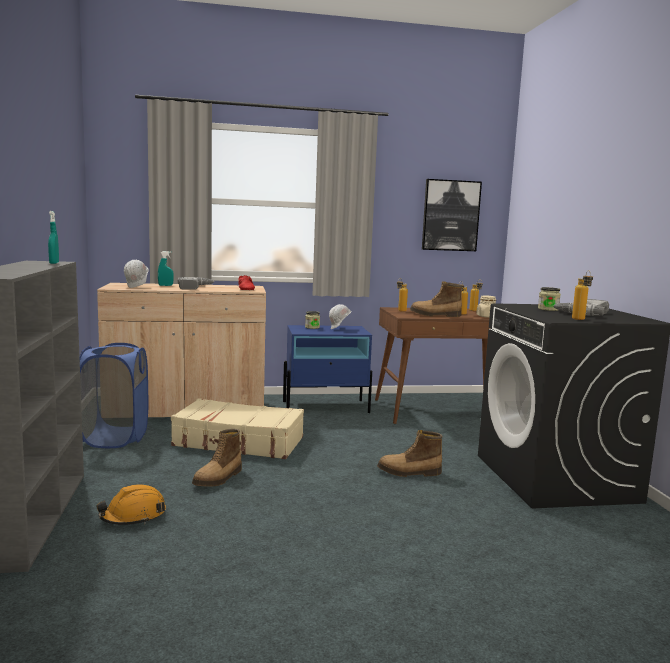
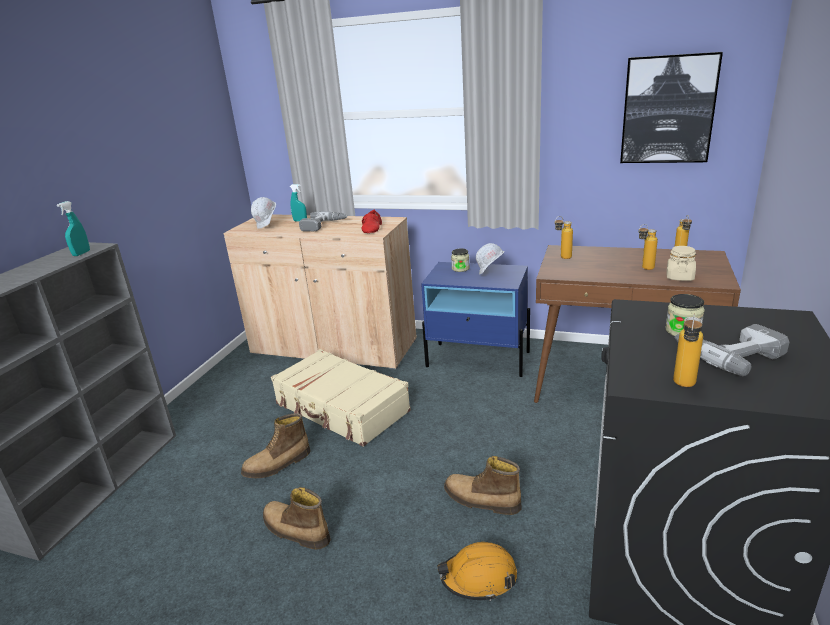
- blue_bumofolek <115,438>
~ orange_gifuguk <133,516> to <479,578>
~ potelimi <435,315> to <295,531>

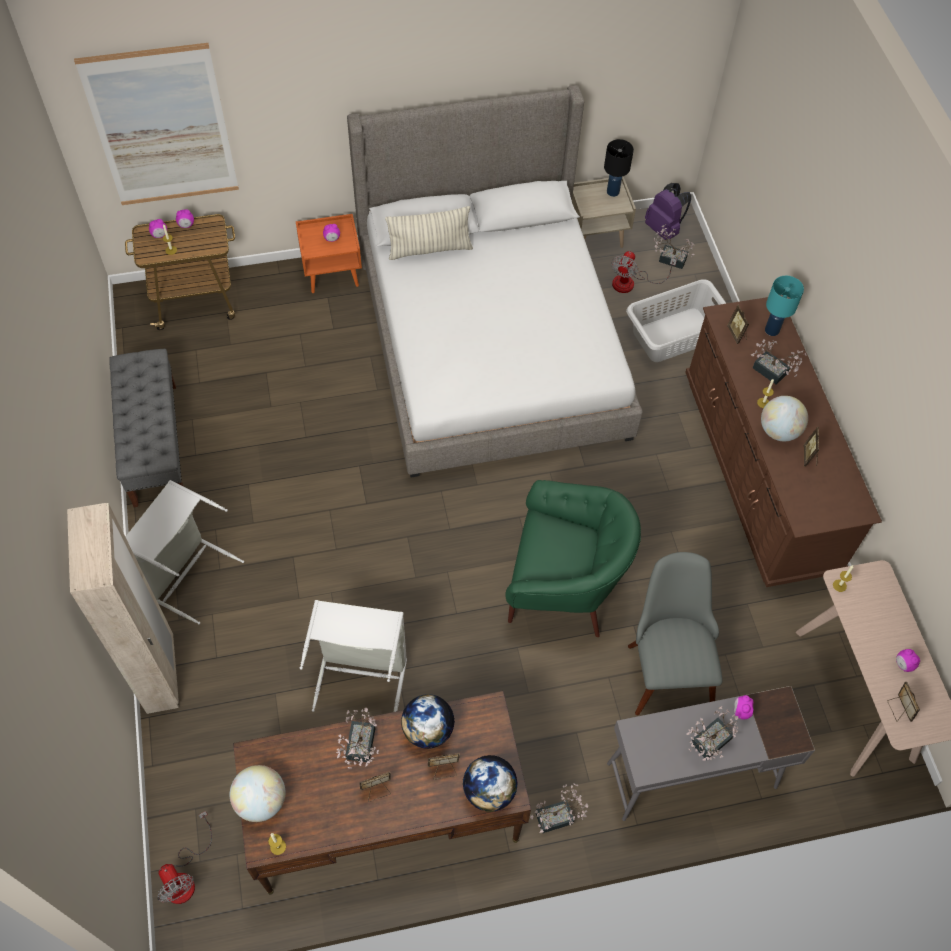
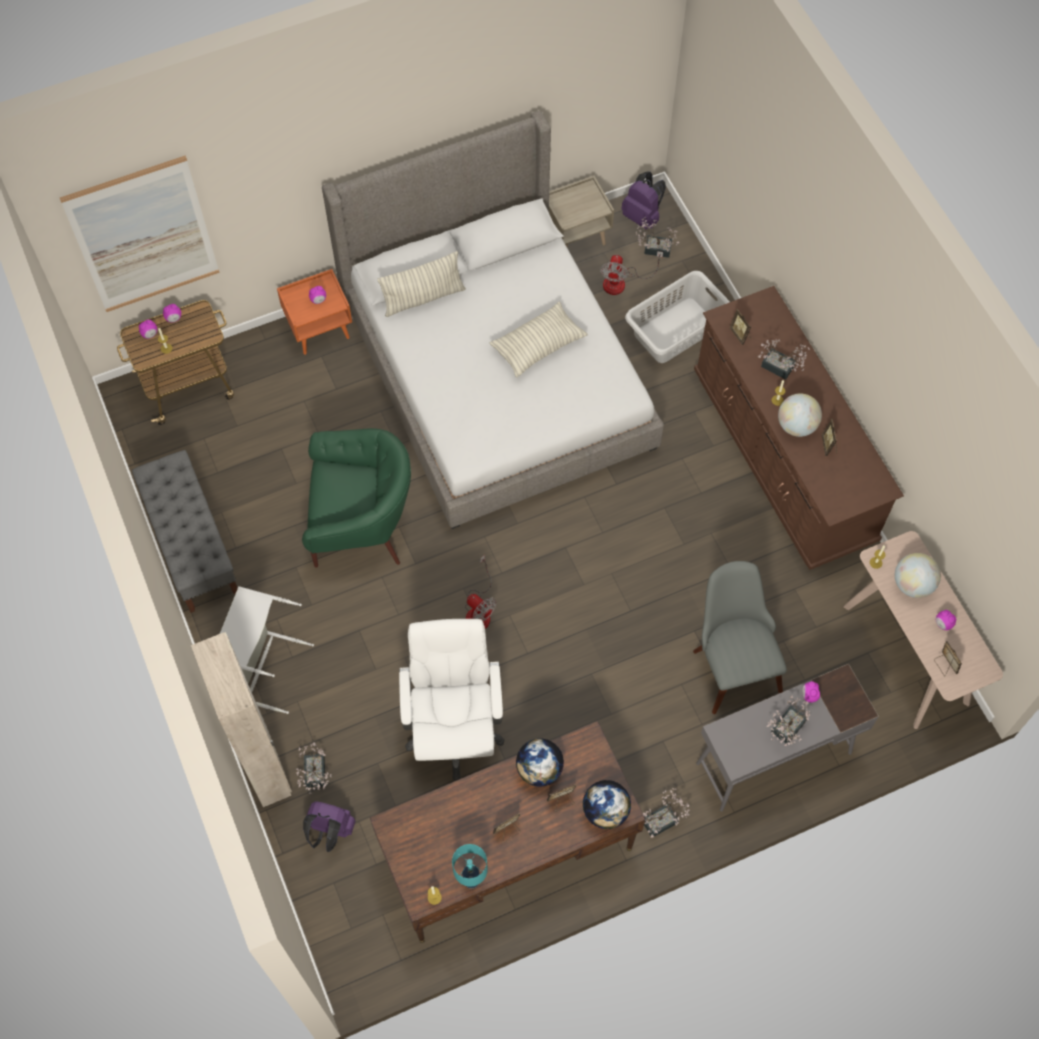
- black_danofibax <613,192>
+ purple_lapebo <330,831>
+ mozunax <538,346>
~ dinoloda <185,876> to <479,610>
~ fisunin <261,801> to <912,584>
~ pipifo <359,748> to <315,776>
~ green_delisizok <563,585> to <360,523>
~ turquoise_danofibax <771,330> to <471,880>
~ grey_bumofolek <362,674> to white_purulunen <454,729>

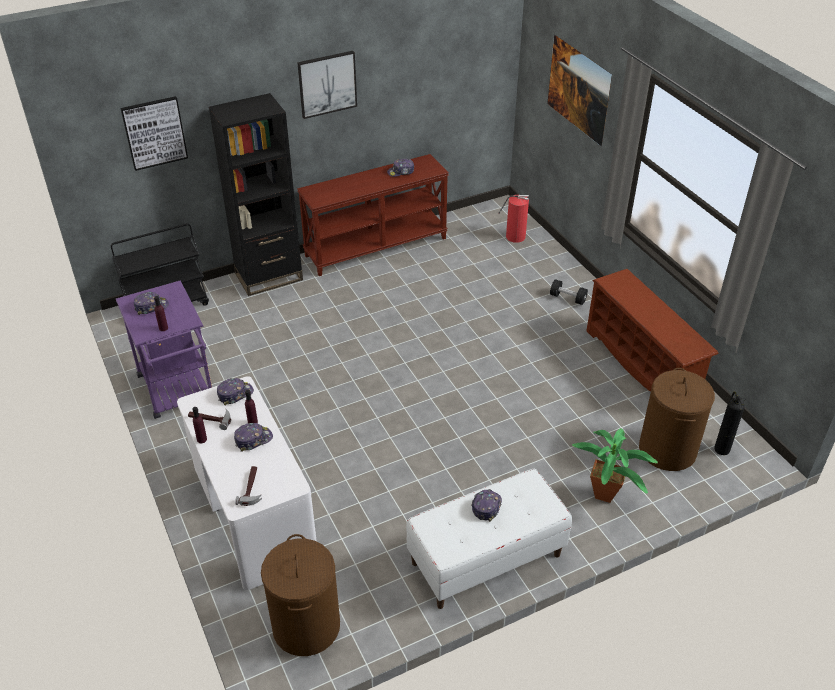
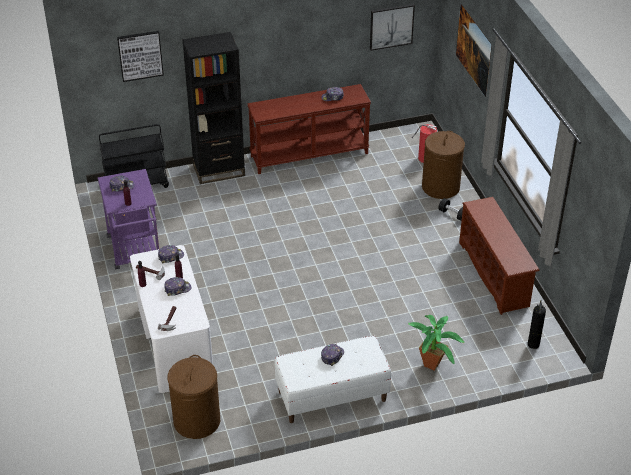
~ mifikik <327,84> to <391,26>
~ brown_bumofolek <667,450> to <440,187>

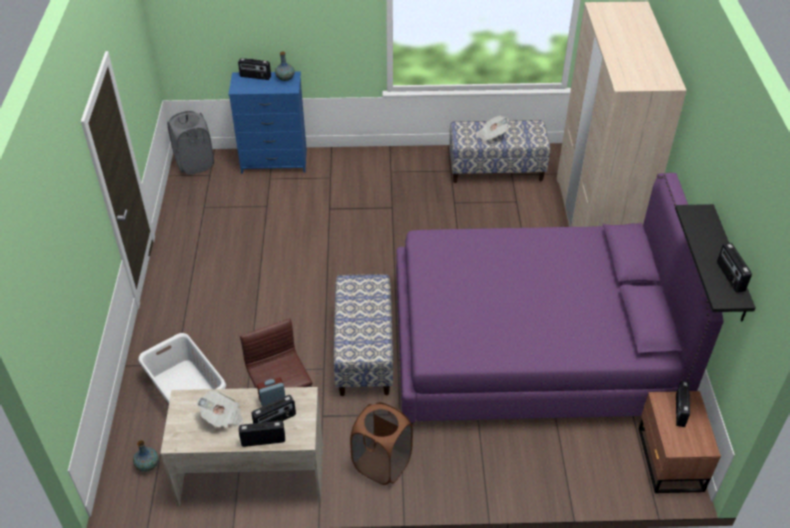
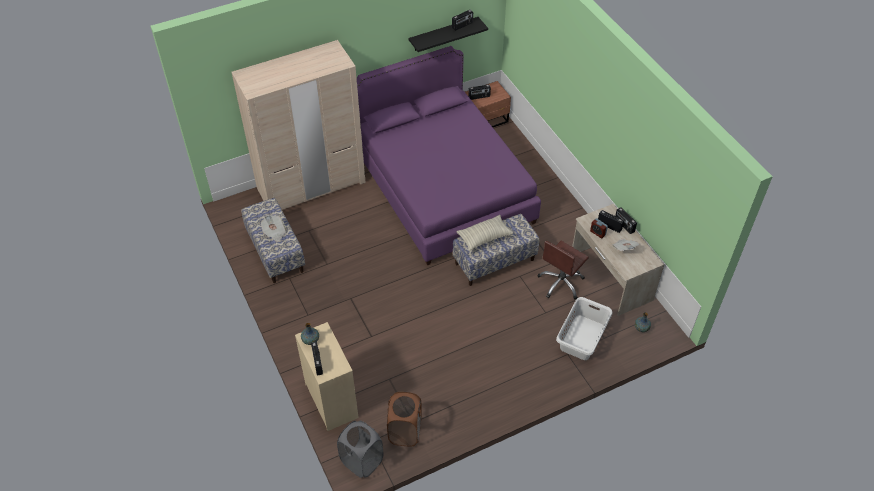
+ mozunax <484,237>
~ brown_bumofolek <381,464> to <405,432>
~ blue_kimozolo <274,162> to beige_kimozolo <332,400>

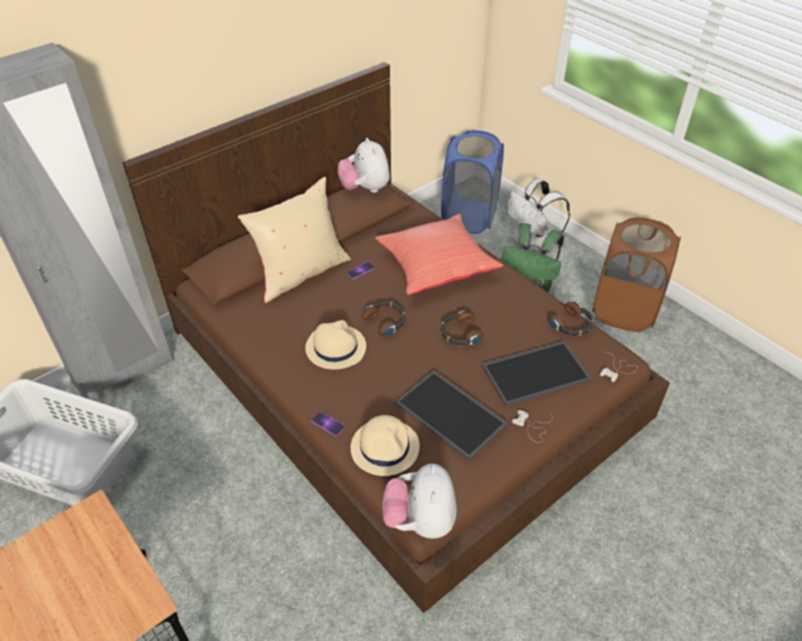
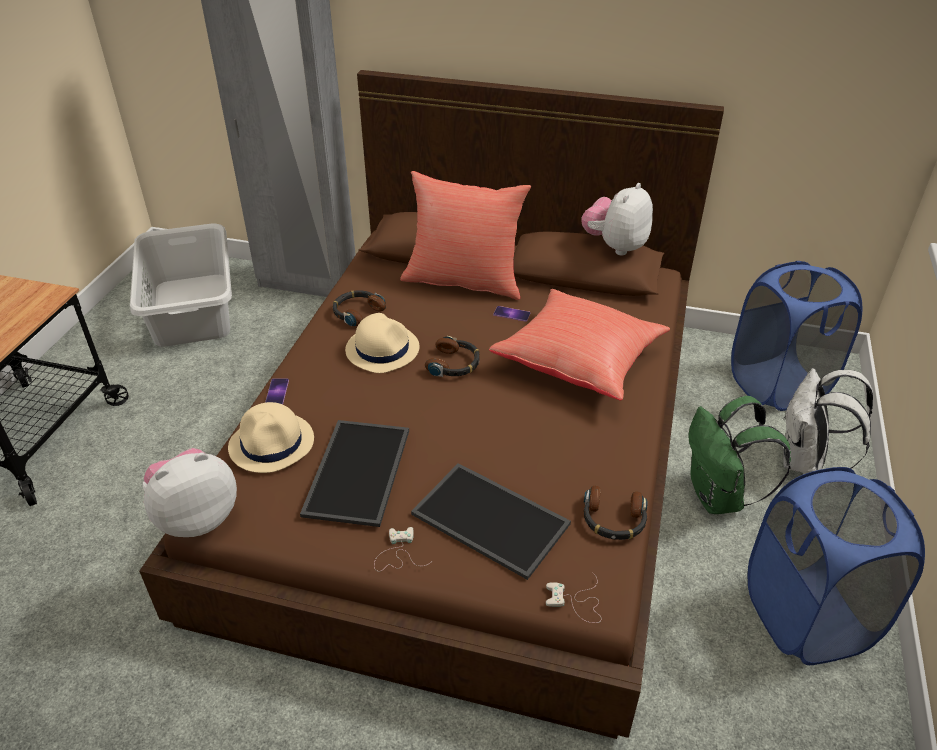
~ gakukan <459,333> to <357,312>
~ beige_mozunax <301,273> to red_mozunax <464,281>
~ brown_bumofolek <624,310> to blue_bumofolek <806,617>

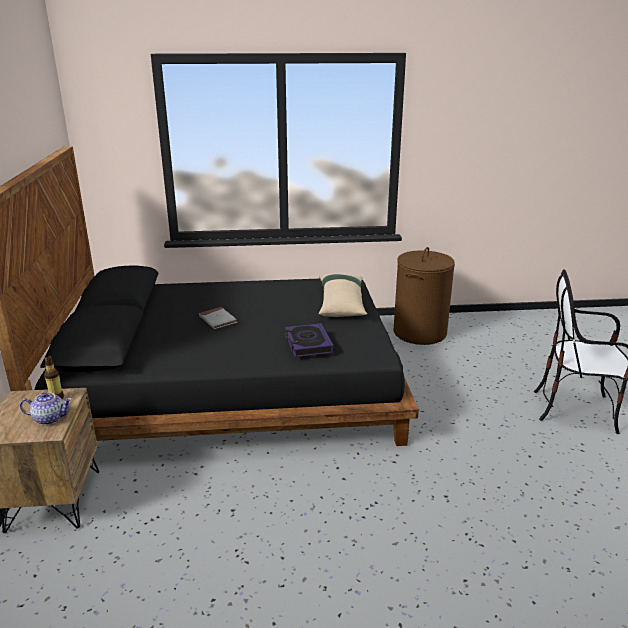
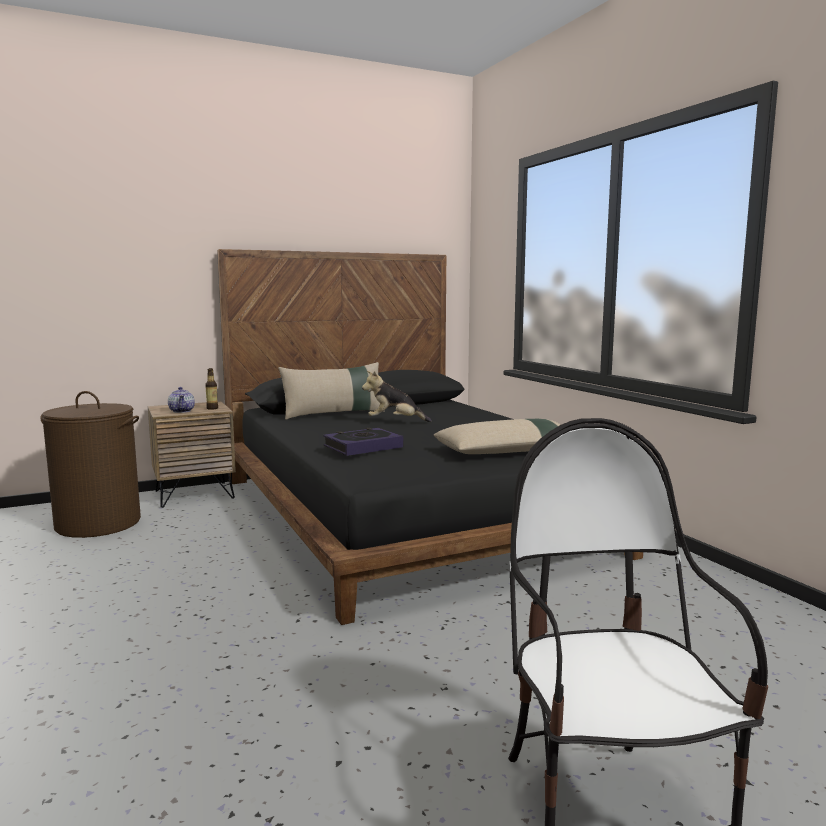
+ beige_mozunax <334,414>
~ brown_bumofolek <419,332> to <98,523>
~ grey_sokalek <217,320> to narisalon <395,421>

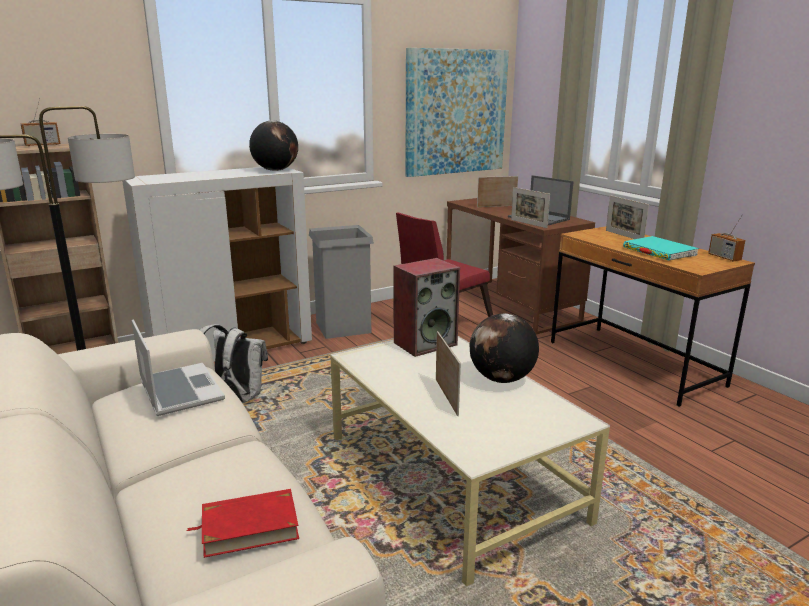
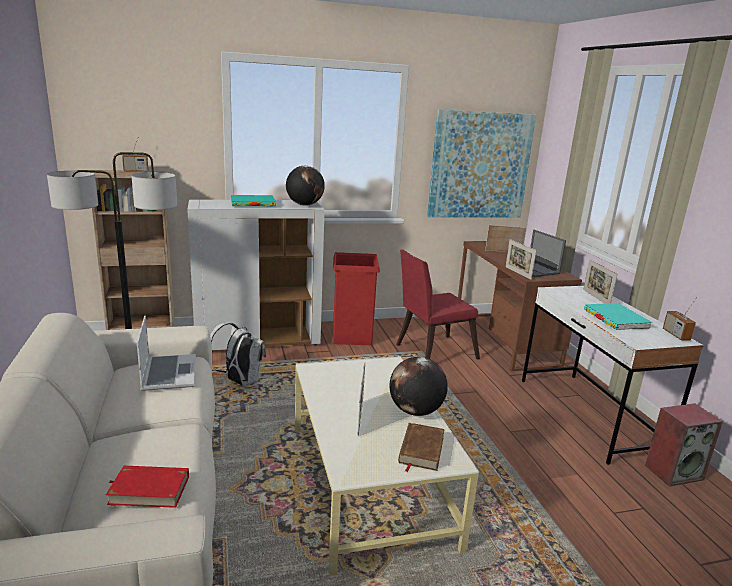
+ turquoise_sokalek <253,203>
+ brown_sokalek <421,450>
~ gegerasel <425,343> to <673,472>
~ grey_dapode <343,327> to red_dapode <352,336>
~ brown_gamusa <633,363> to white_gamusa <588,415>

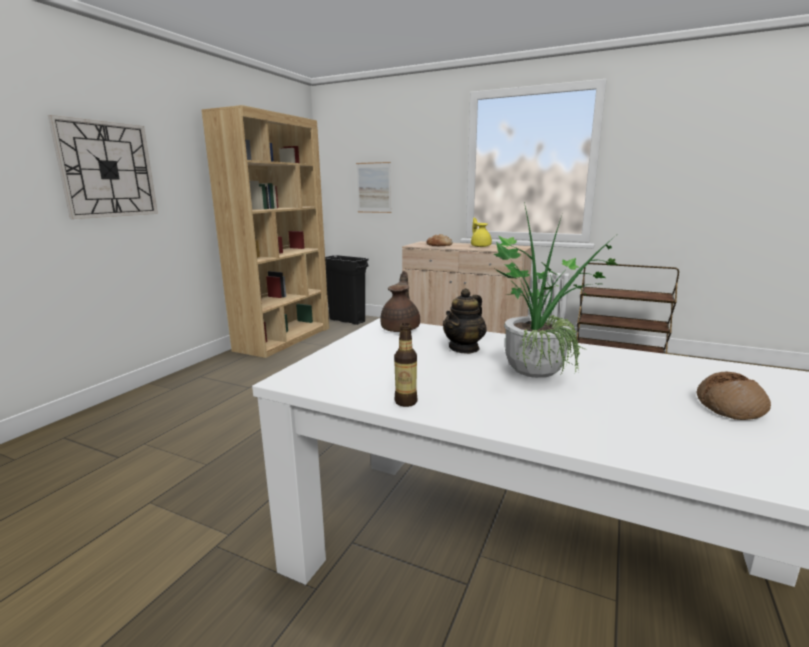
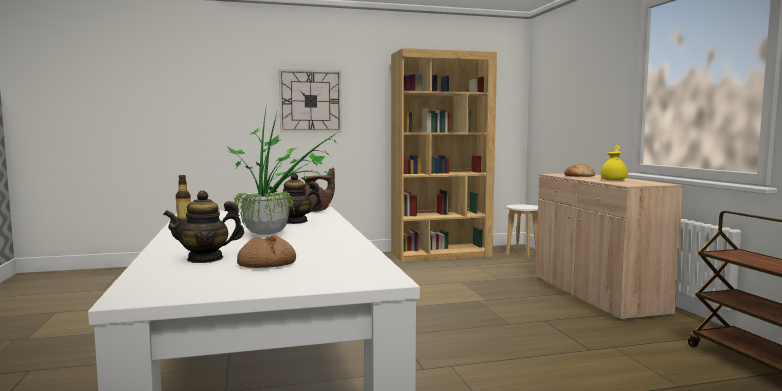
- mifikik <373,187>
+ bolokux <205,259>
~ black_dapode <347,320> to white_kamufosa <522,255>

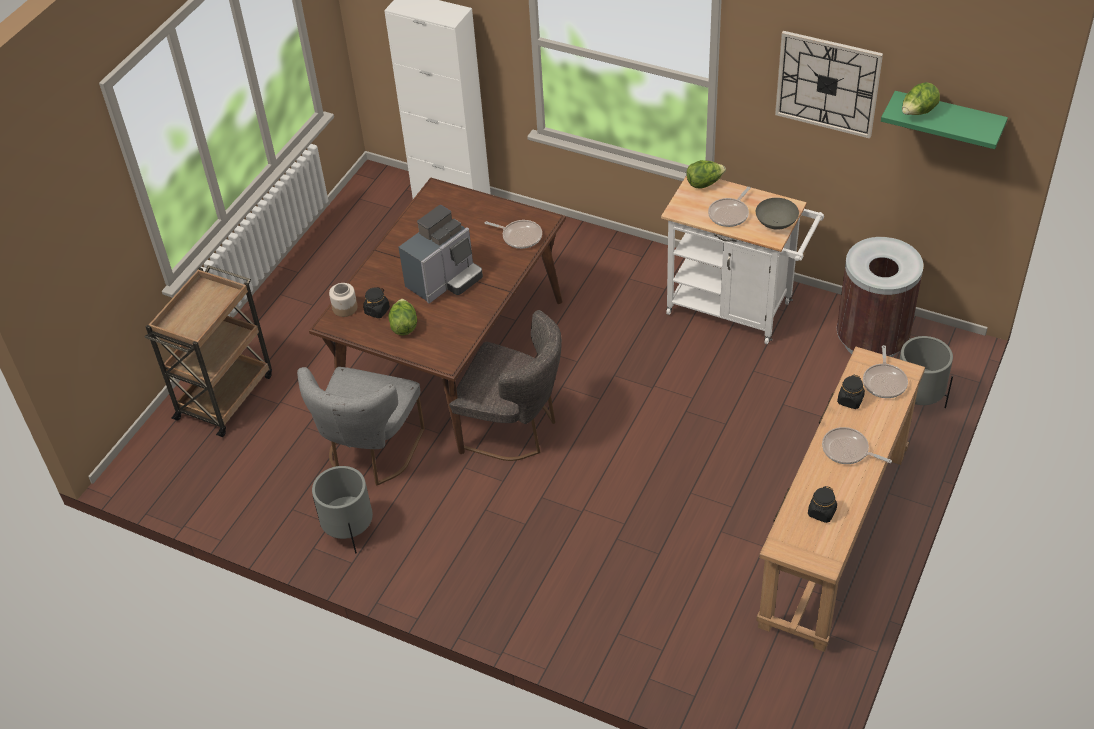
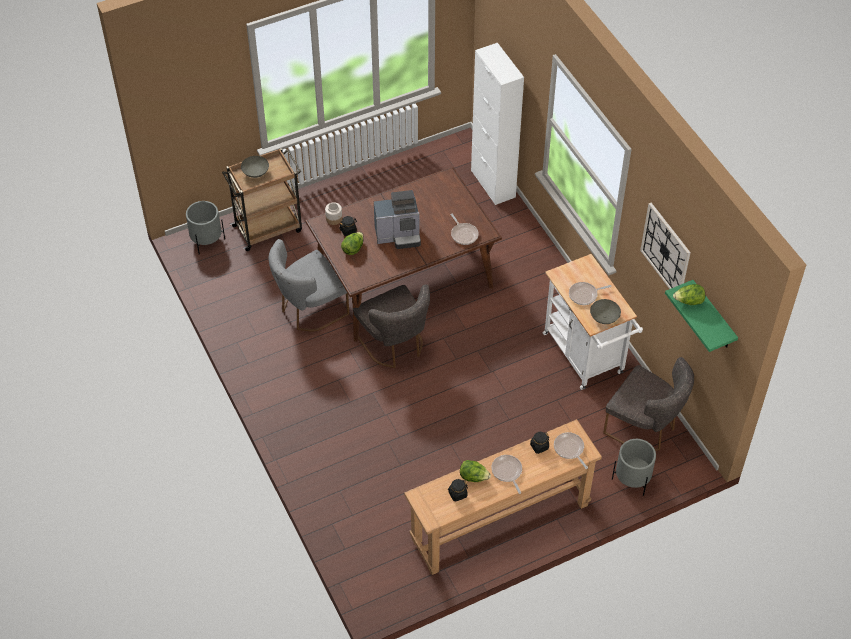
+ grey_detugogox <256,173>
~ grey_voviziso <349,530> to <206,241>
~ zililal <704,183> to <473,477>
~ brown_dapode <872,340> to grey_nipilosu <645,428>
~ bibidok <884,381> = <569,449> 105 degrees clockwise

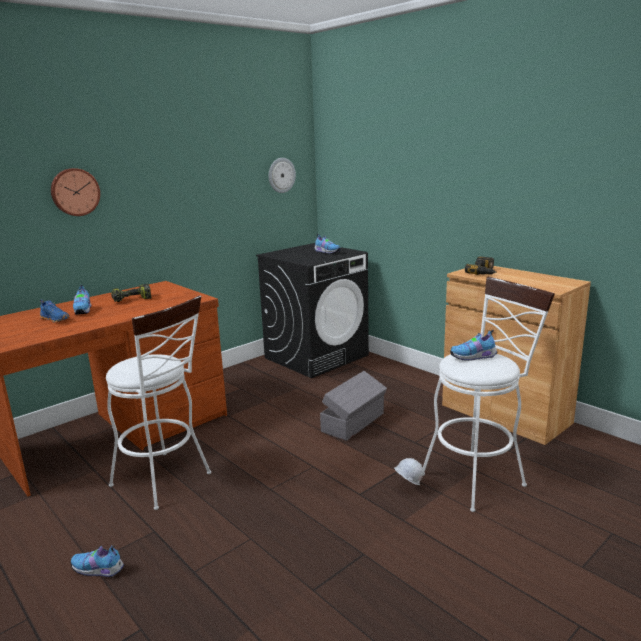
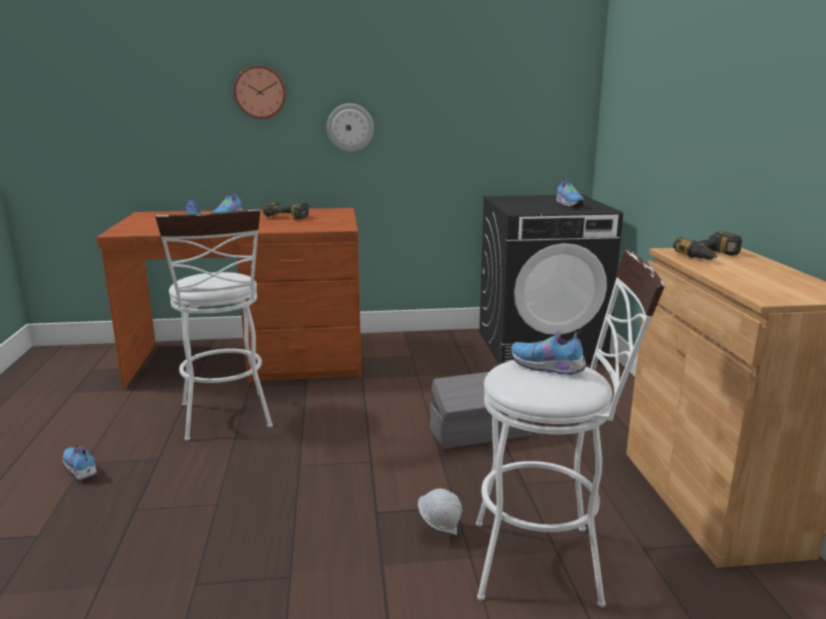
~ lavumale <281,175> to <350,127>

